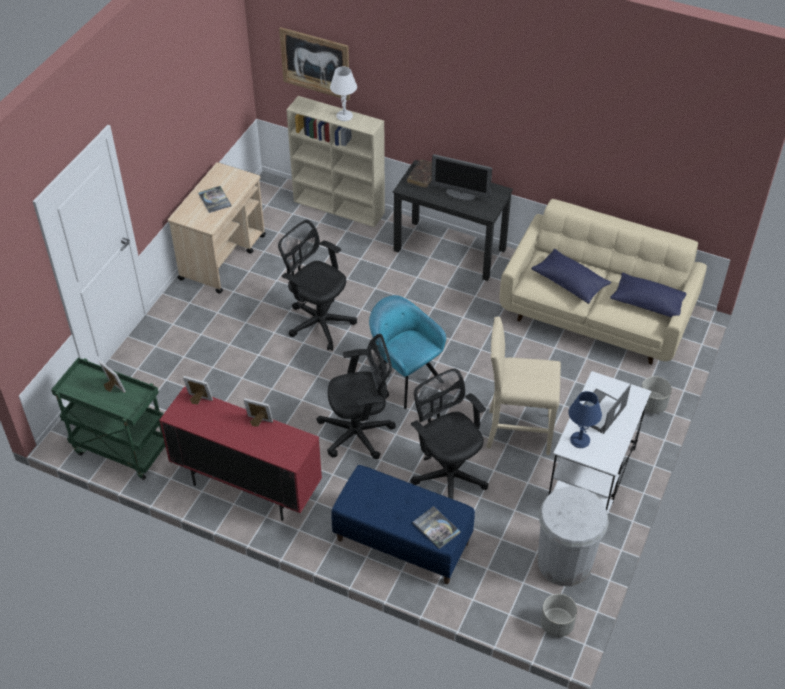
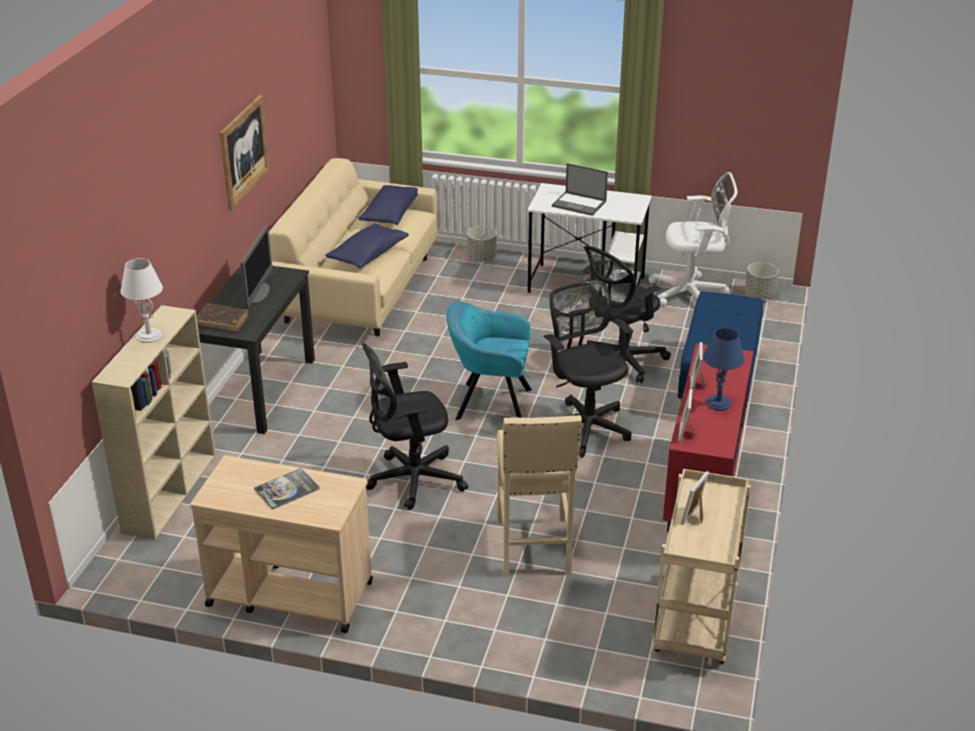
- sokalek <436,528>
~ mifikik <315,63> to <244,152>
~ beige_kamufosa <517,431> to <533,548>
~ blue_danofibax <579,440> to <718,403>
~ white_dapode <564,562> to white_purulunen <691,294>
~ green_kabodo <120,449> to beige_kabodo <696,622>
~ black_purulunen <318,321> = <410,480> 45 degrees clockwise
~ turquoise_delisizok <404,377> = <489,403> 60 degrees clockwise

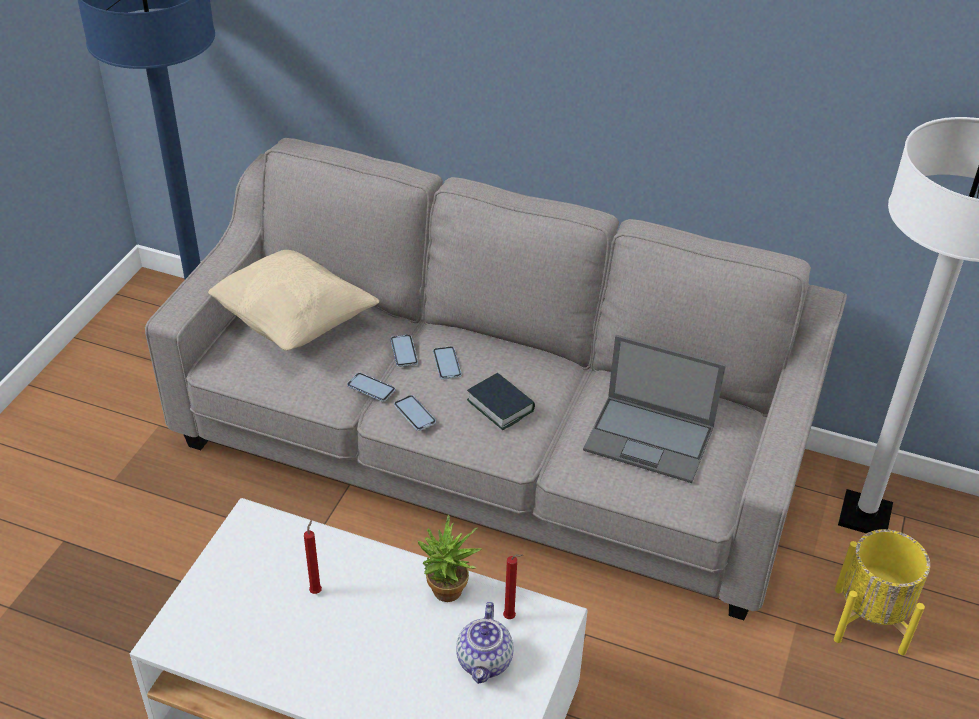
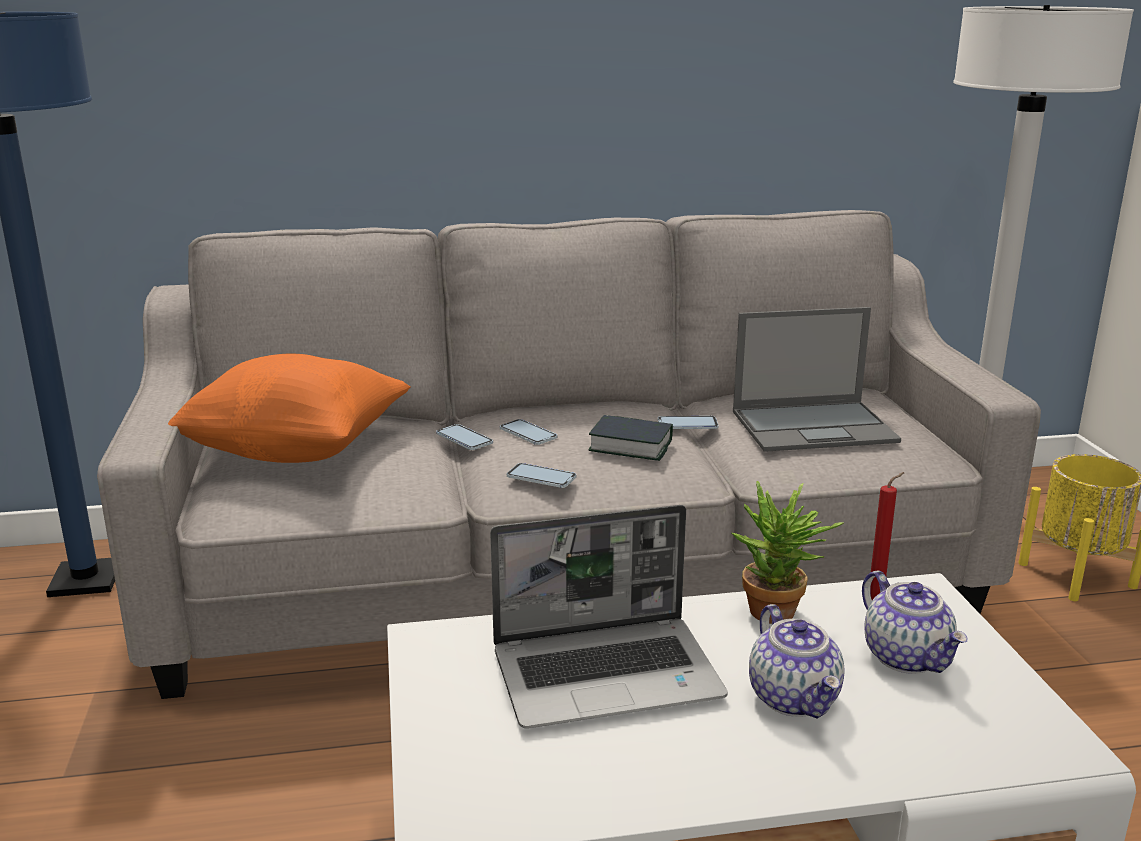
+ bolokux <795,698>
~ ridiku <371,388> to <687,424>
~ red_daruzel <316,590> to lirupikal <608,673>
~ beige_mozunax <294,323> to orange_mozunax <296,450>

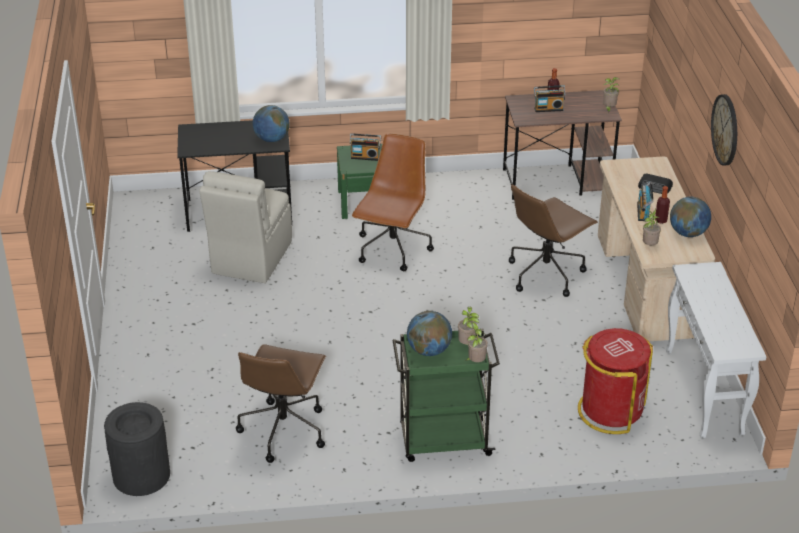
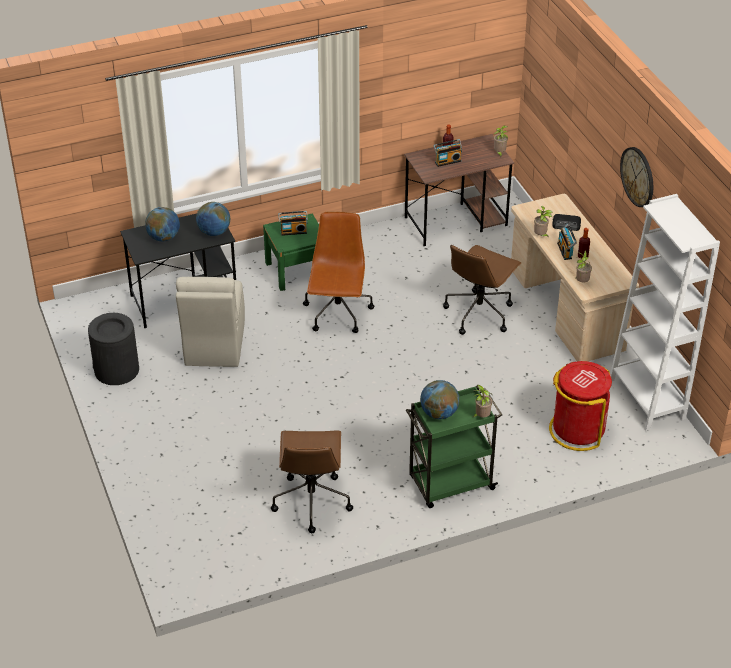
~ black_dapode <141,475> to <116,370>
~ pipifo <467,345> to <541,236>
~ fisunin <688,233> to <164,237>
~ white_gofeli <704,392> to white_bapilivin <646,399>

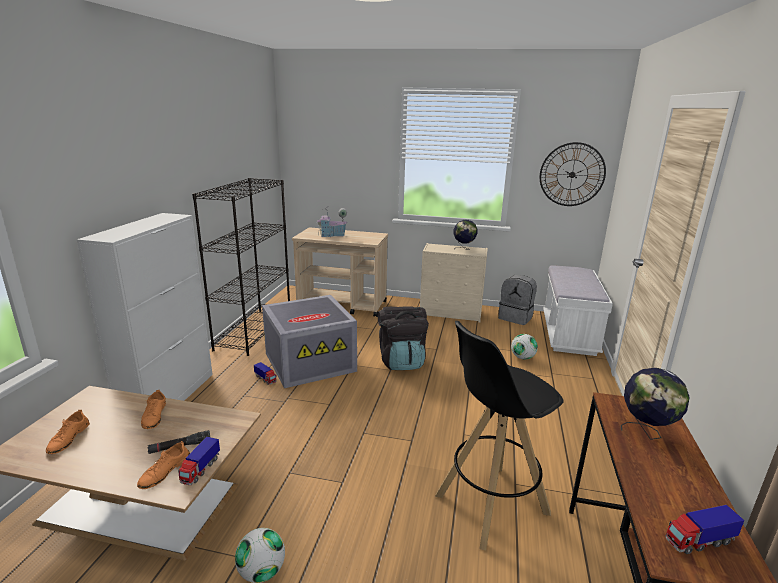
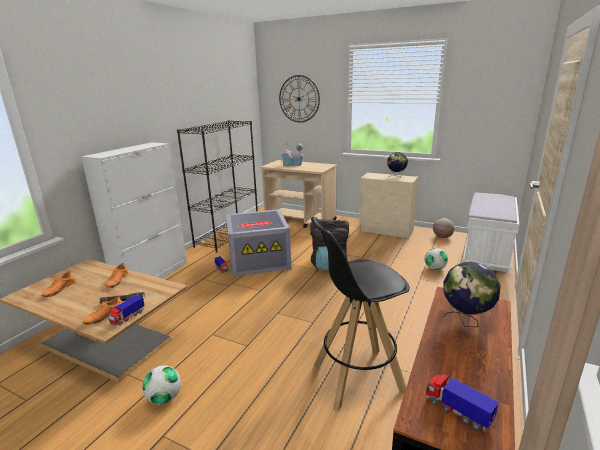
~ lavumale <572,174> to <299,99>
~ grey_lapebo <516,317> to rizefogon <442,237>
~ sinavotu <698,541> = <457,411> 45 degrees clockwise

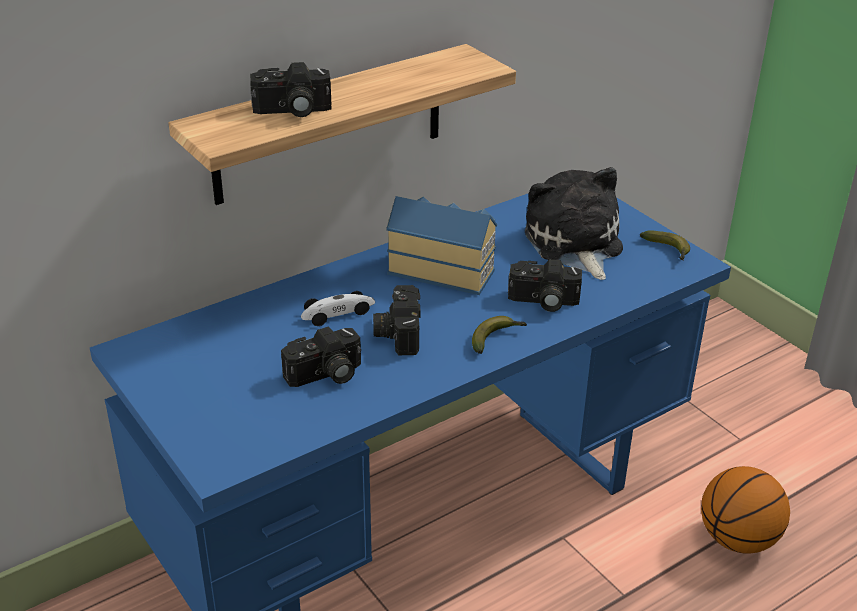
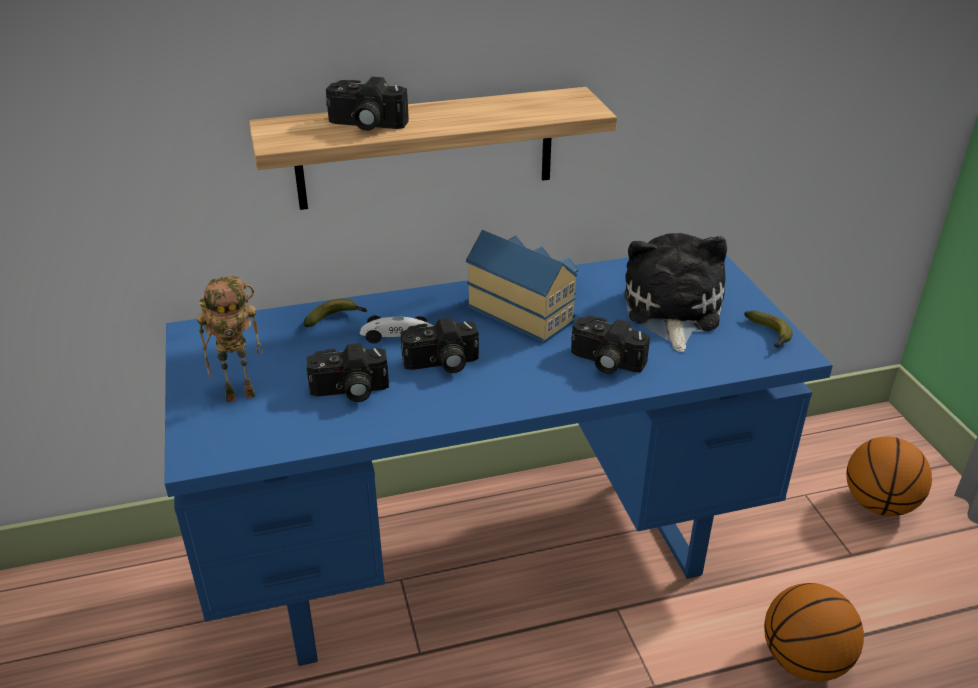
+ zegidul <242,394>
+ rizefogon <878,504>
~ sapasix <496,338> to <336,319>
~ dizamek <397,332> = <441,364> 120 degrees counterclockwise

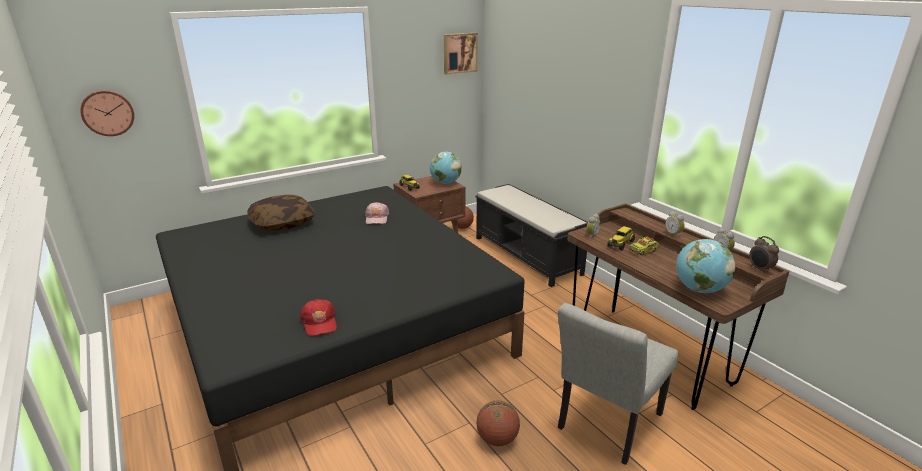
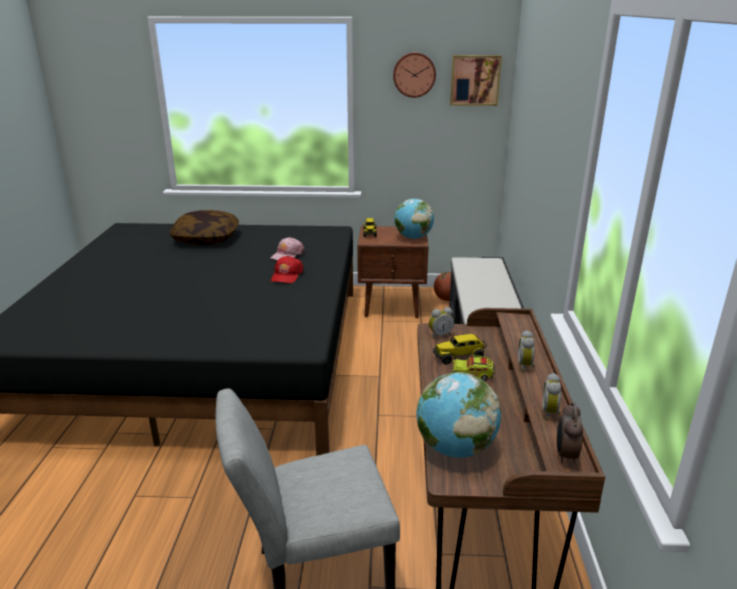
- rizefogon <497,439>
~ lavumale <107,112> to <414,74>
~ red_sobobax <319,322> to <286,275>

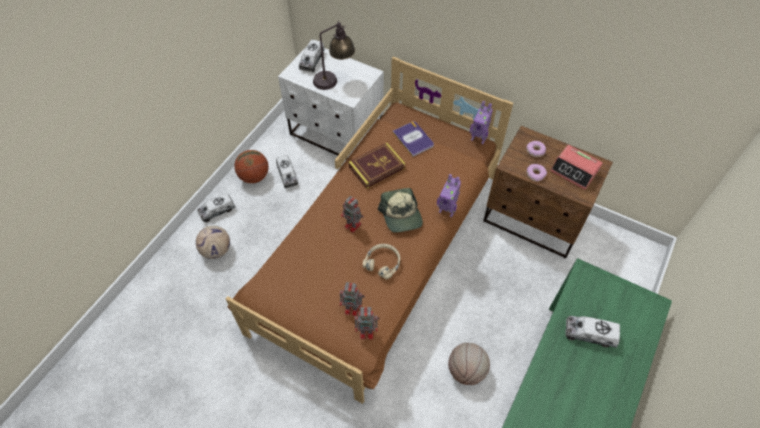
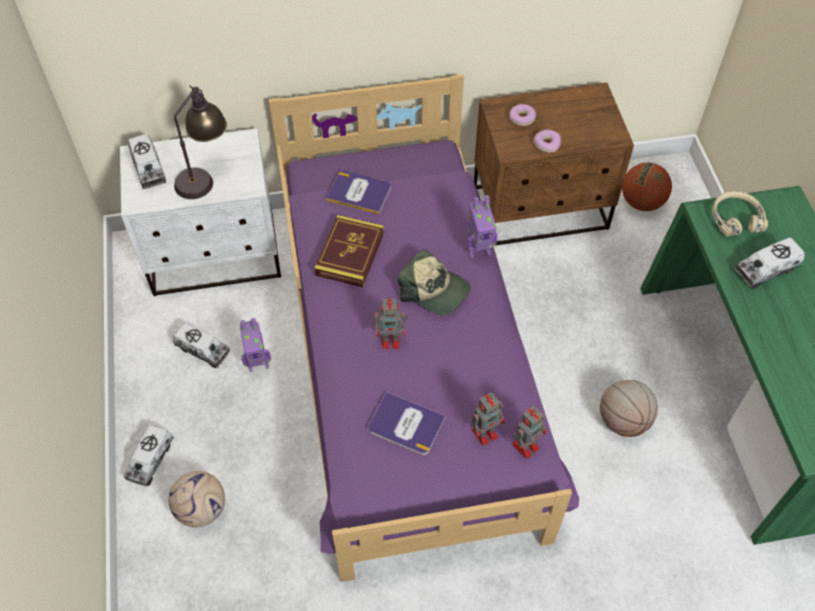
- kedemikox <574,171>
+ sokalek <405,424>
~ rizefogon <254,176> to <641,202>
~ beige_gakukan <383,262> to <735,218>
~ zegidul <478,138> to <258,363>
~ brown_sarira <379,251> to purple_sarira <408,361>

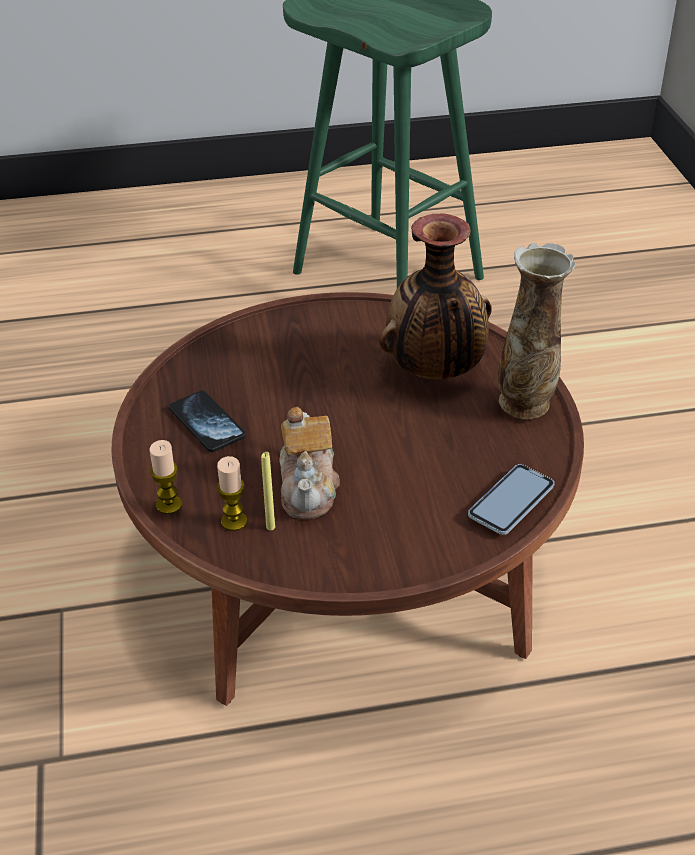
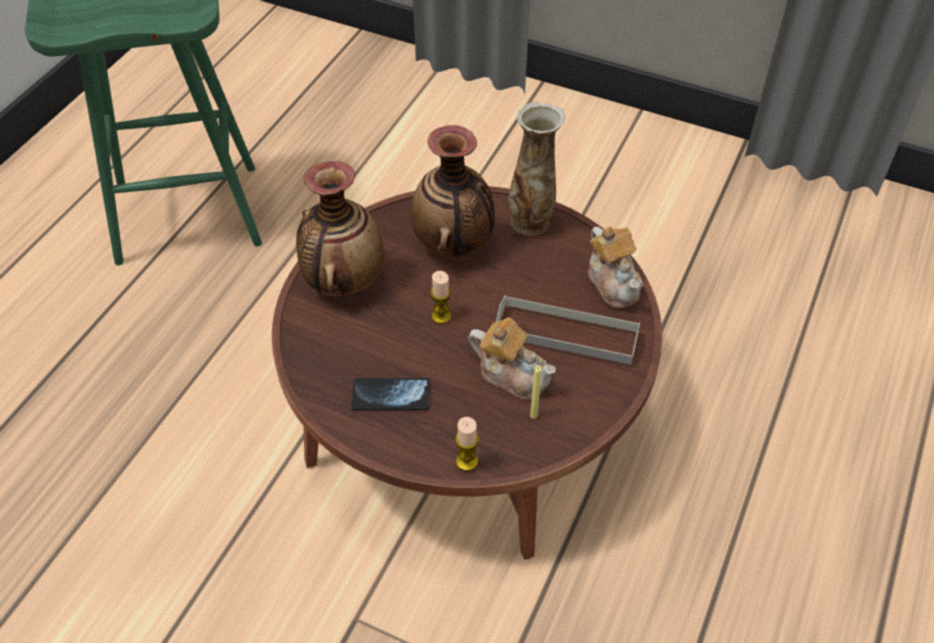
+ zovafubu <343,281>
+ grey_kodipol <566,333>
~ daruzel <234,521> to <441,316>
~ ridiku <511,501> to bolokux <613,282>

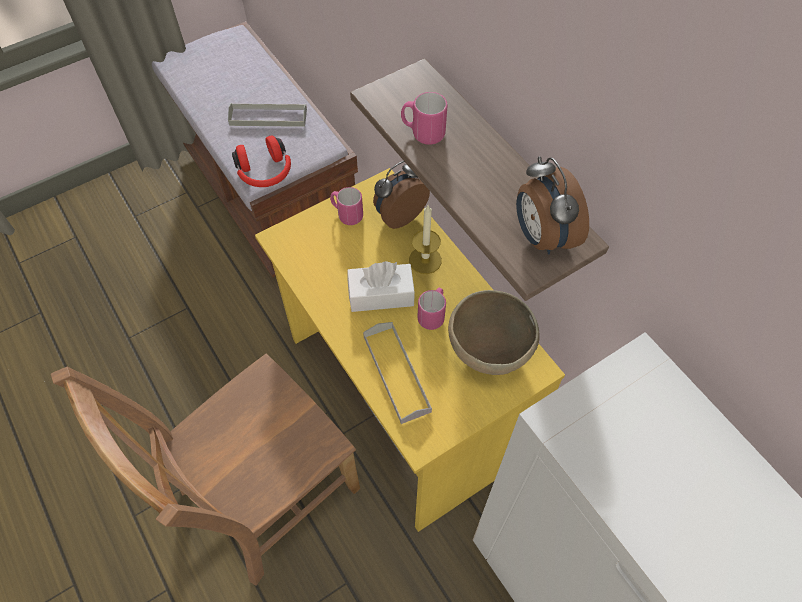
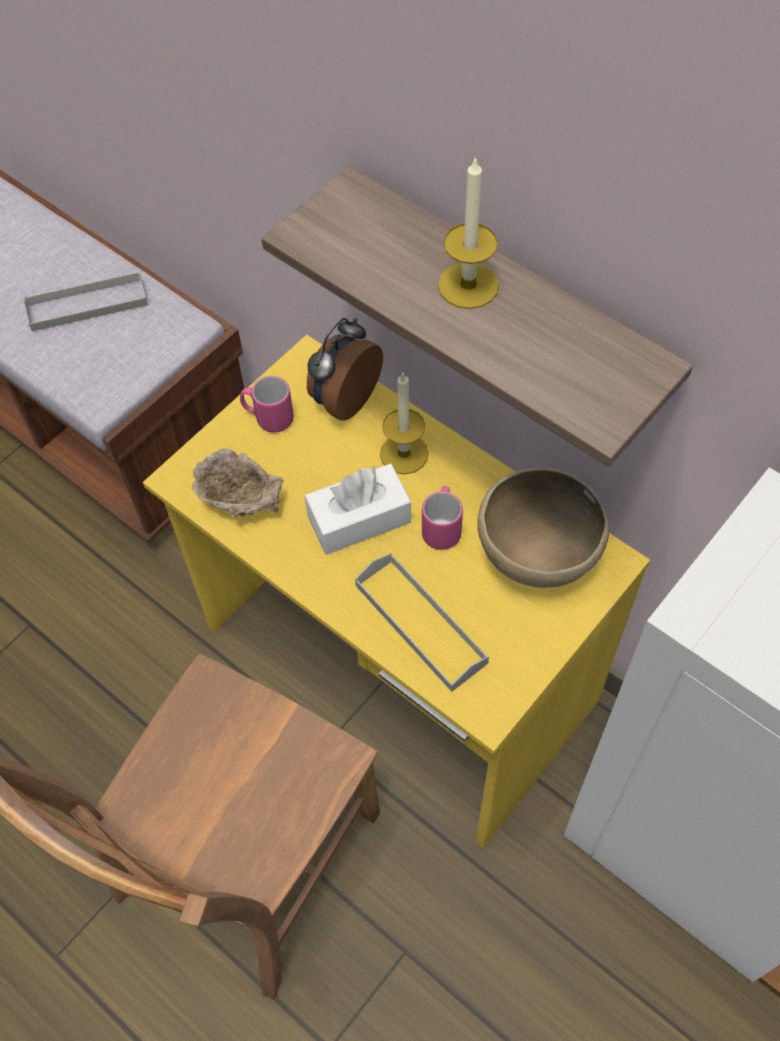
- red_gakukan <265,173>
- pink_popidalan <422,133>
- kedemikox <541,237>
+ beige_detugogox <241,502>
+ daruzel <468,285>

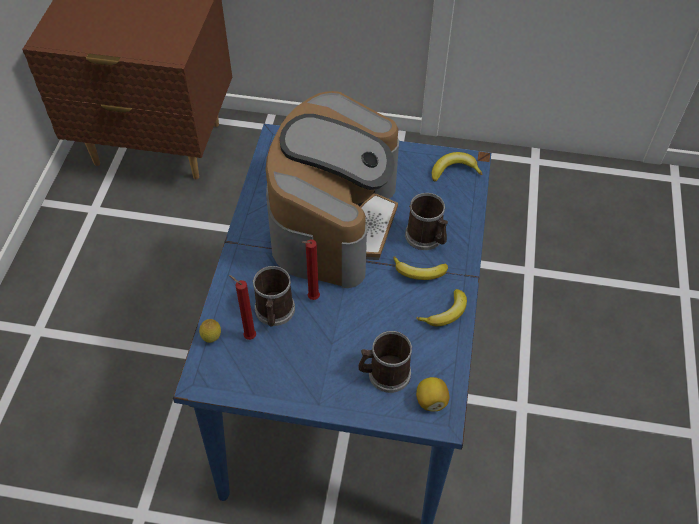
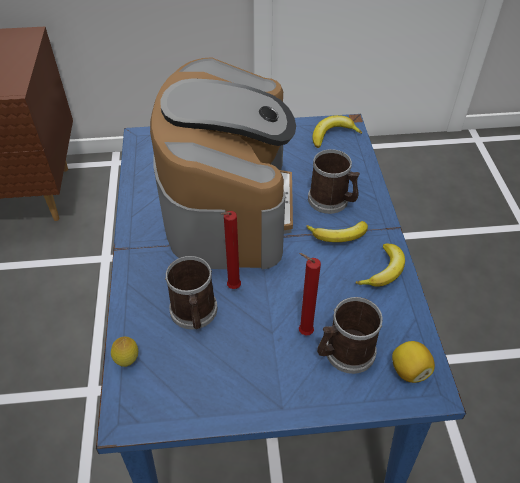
~ red_daruzel <248,336> to <303,332>

